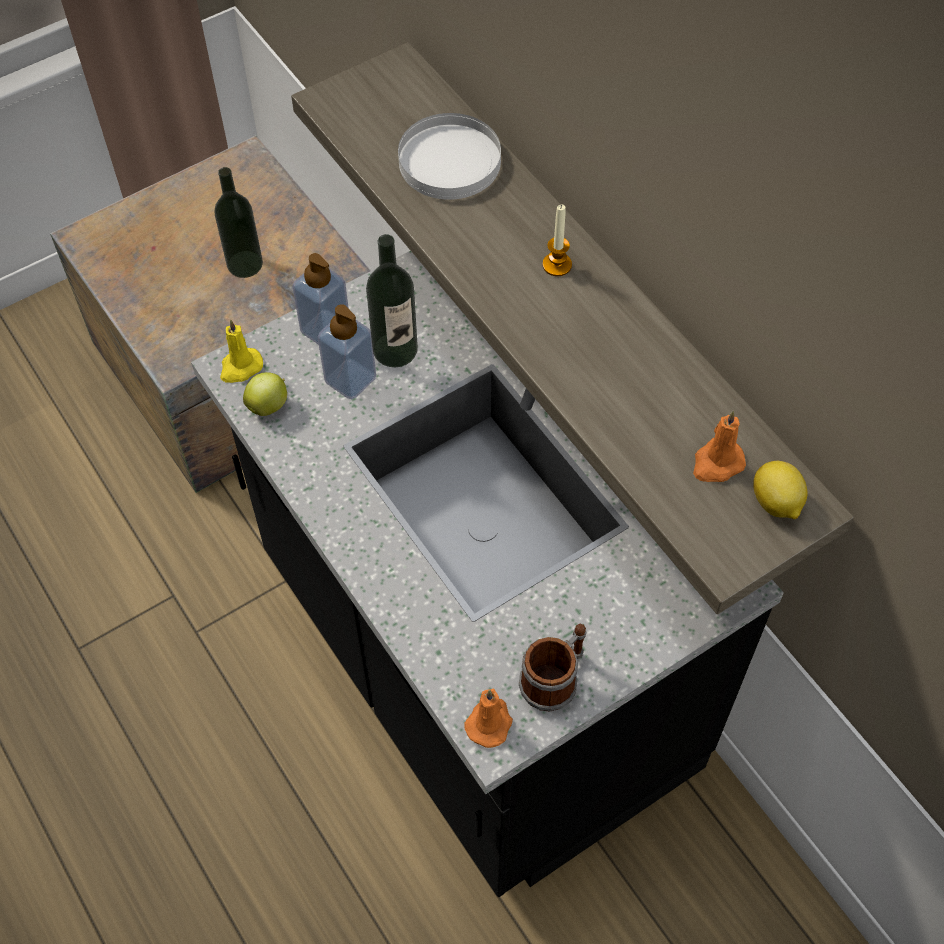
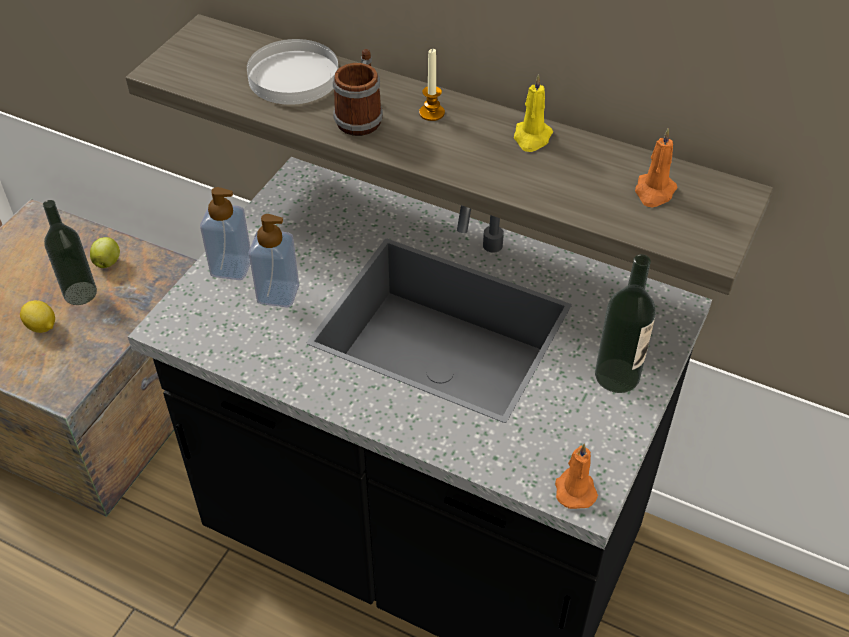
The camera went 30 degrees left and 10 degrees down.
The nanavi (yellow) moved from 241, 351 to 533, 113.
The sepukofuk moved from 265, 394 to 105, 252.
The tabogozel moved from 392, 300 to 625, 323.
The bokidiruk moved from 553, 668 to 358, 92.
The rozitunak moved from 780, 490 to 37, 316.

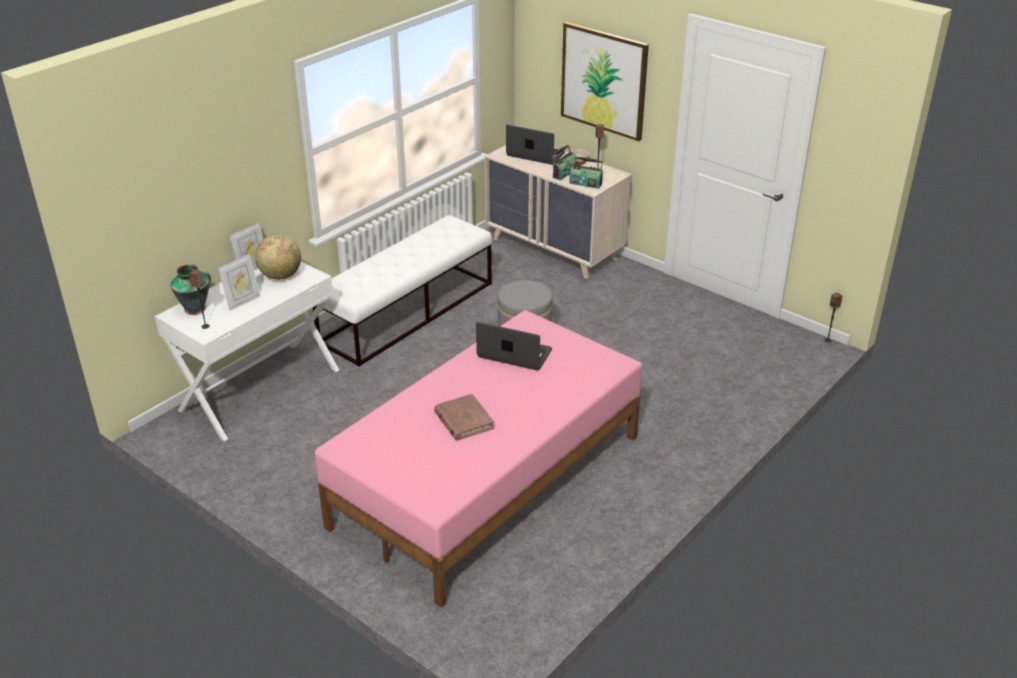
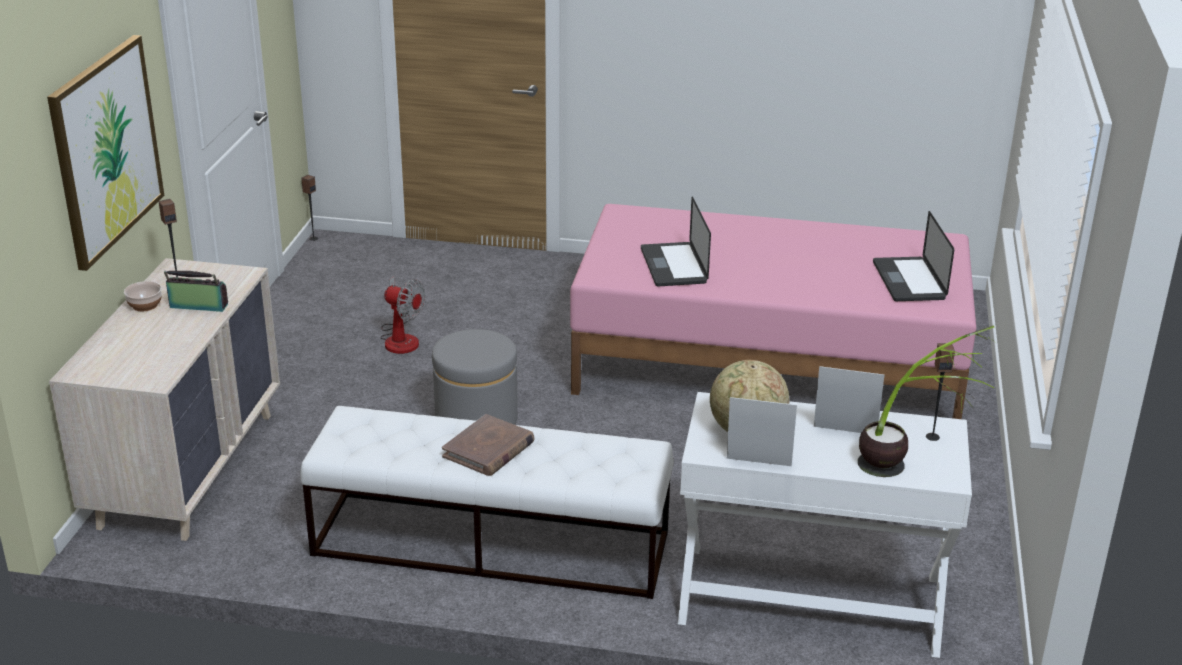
The camera went 120 degrees left and 5 degrees down.
The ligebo at 586, 172 disappeared.
The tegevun at 402, 315 appeared.
The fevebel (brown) moved from 464, 417 to 488, 445.
The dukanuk moved from 535, 145 to 913, 256.
The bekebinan at 190, 289 was replaced by the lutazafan at 926, 401.

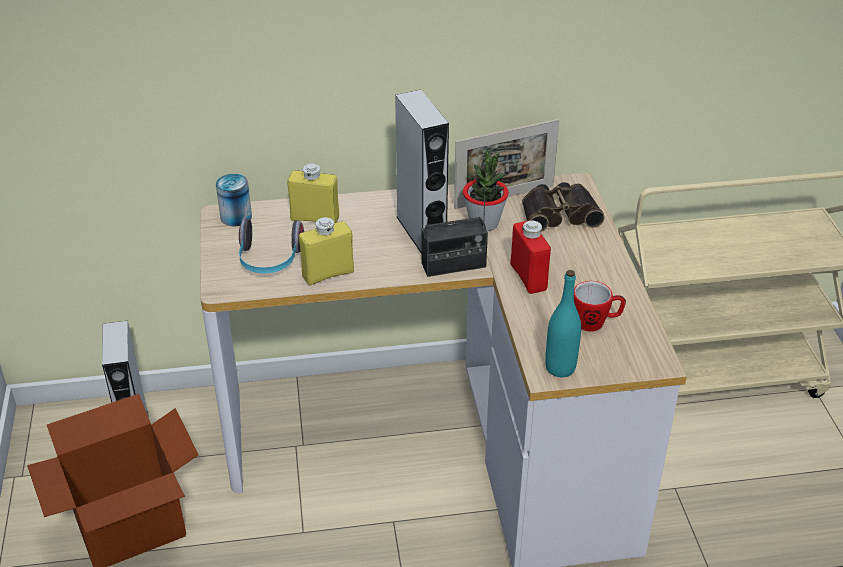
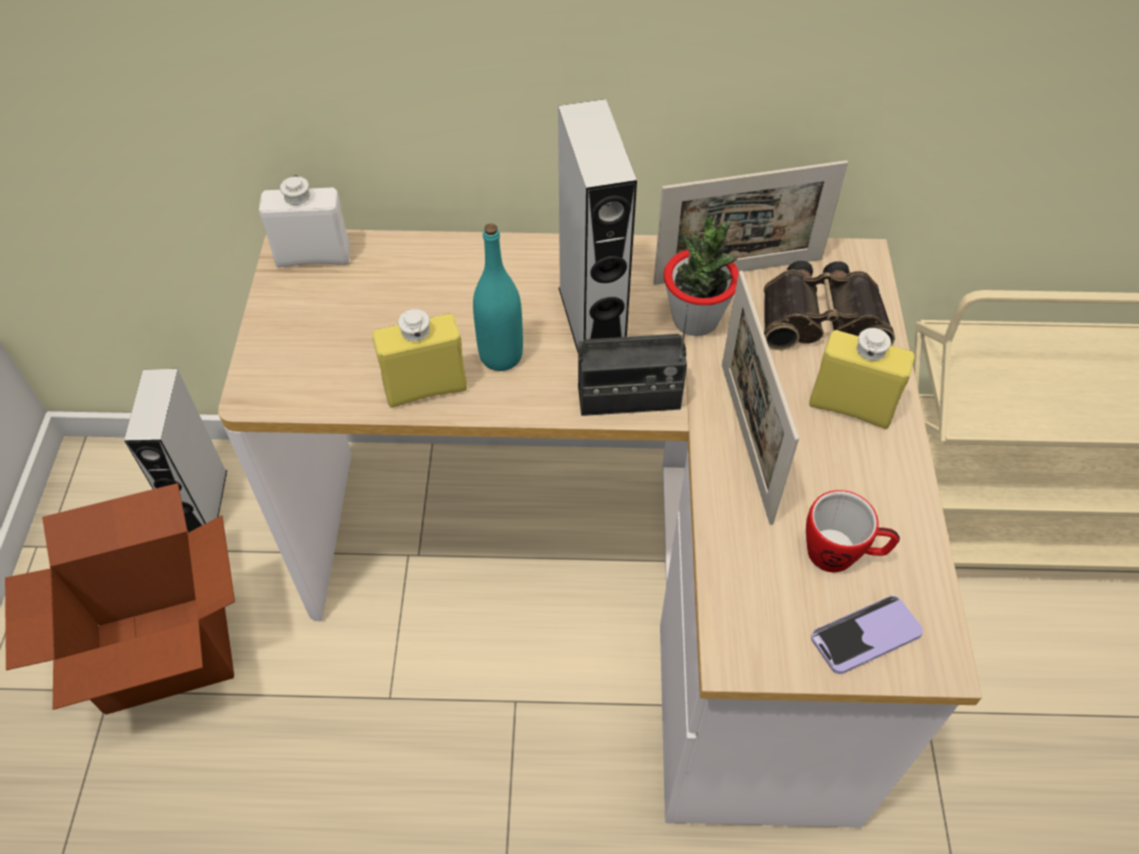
The camera went 10 degrees right and 15 degrees up.
The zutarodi at 271, 245 disappeared.
The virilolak at 867, 635 appeared.
The tabogozel (yellow) moved from 313, 193 to 862, 378.
The tabogozel (turquoise) moved from 563, 323 to 498, 297.
The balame at 234, 200 was replaced by the tabogozel (white) at 304, 221.
The tabogozel (red) at 530, 257 was replaced by the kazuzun at 760, 398.

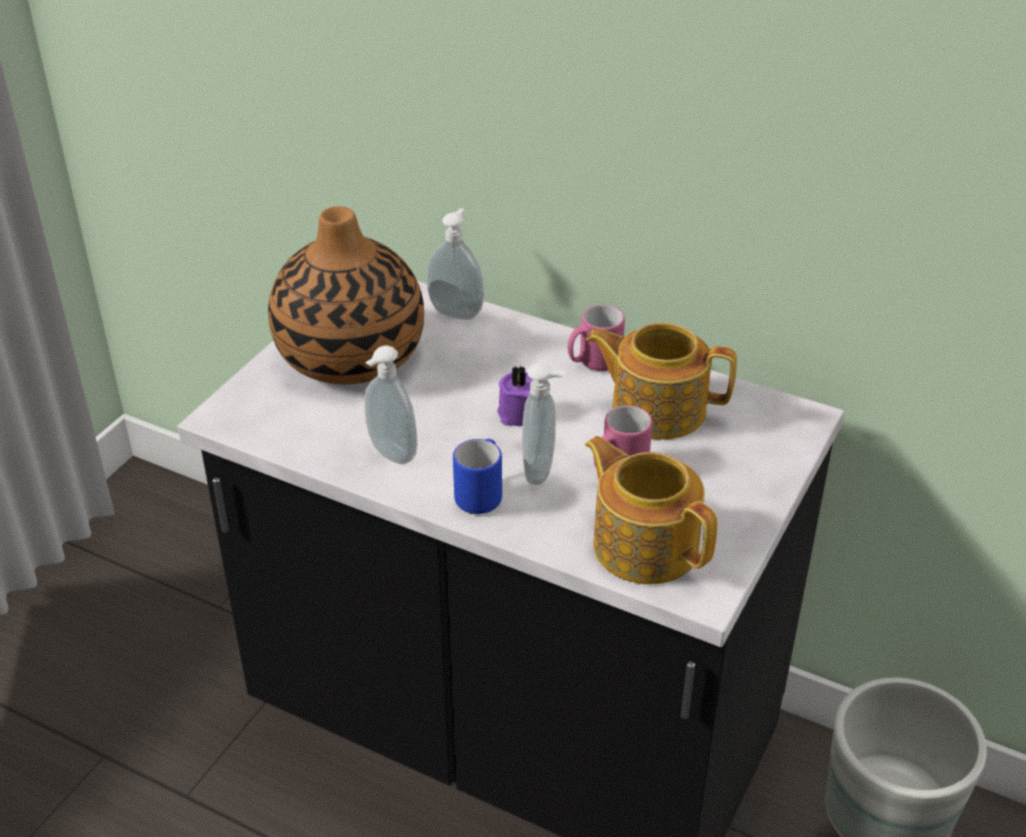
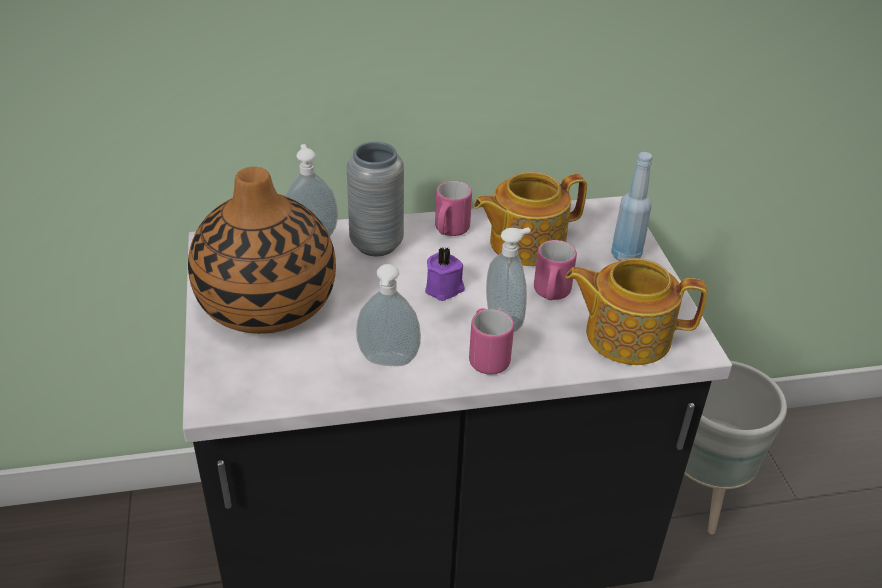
The camera went 40 degrees left and 0 degrees up.
The bekebinan (grey) at 375, 199 appeared.
The tabogozel (blue) at 632, 206 appeared.
The bokidiruk (blue) at 477, 476 became the bokidiruk (pink) at 491, 341.

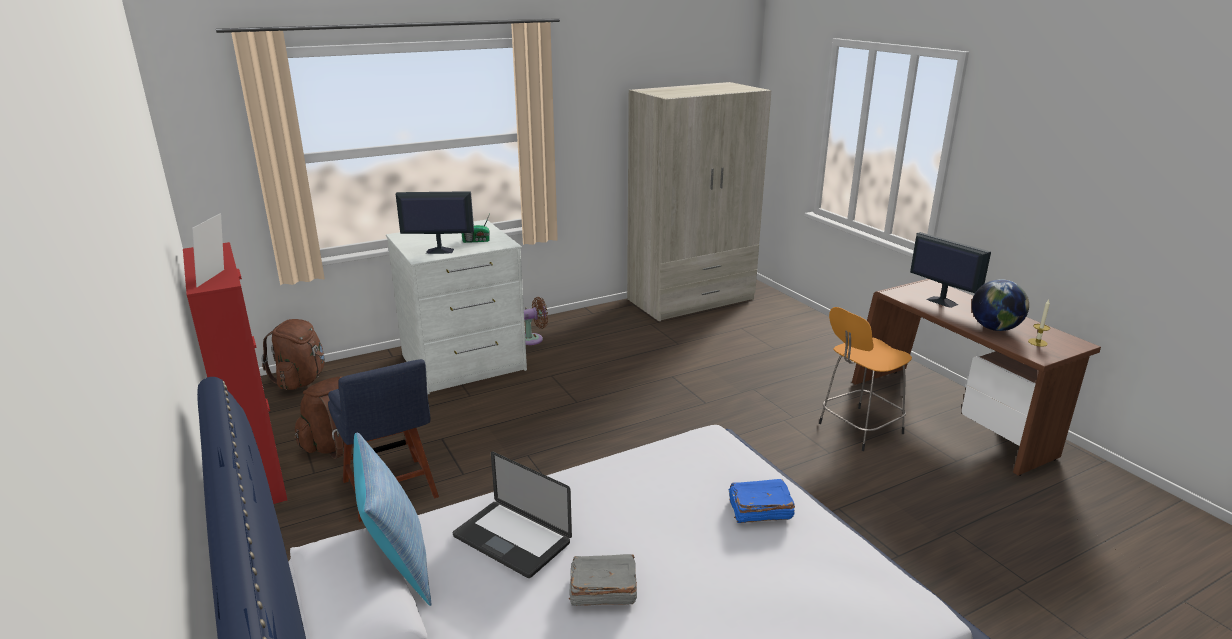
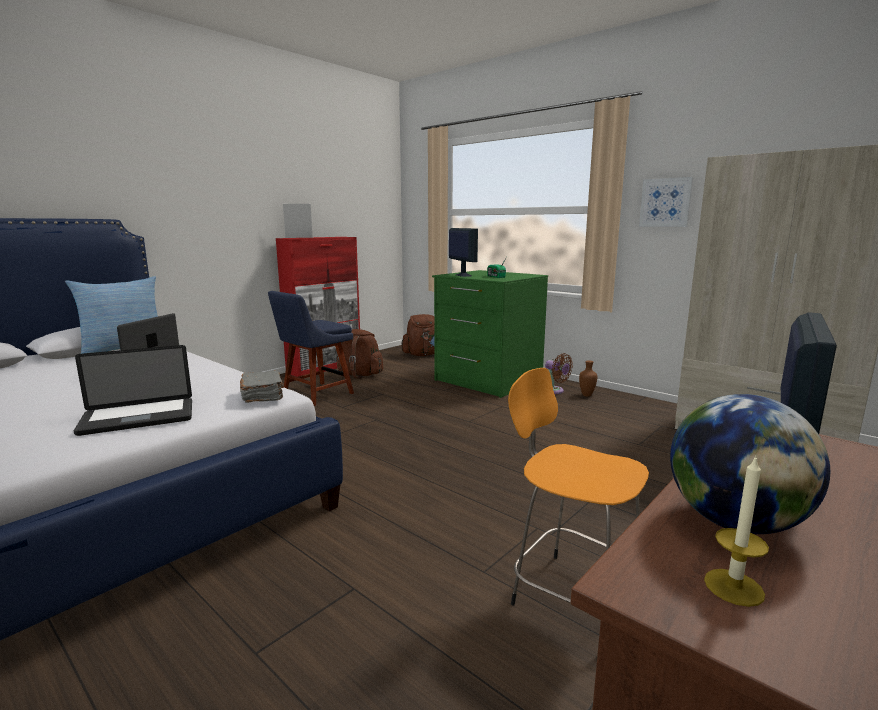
The camera went 70 degrees right and 10 degrees down.
The bekebinan (brown) at 588, 378 appeared.
The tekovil at 666, 202 appeared.
The fevebel (grey) moved from 602, 580 to 262, 386.
The fevebel (blue) at 762, 501 was replaced by the dukanuk at 133, 390.
The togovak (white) at 456, 307 became the togovak (green) at 490, 334.

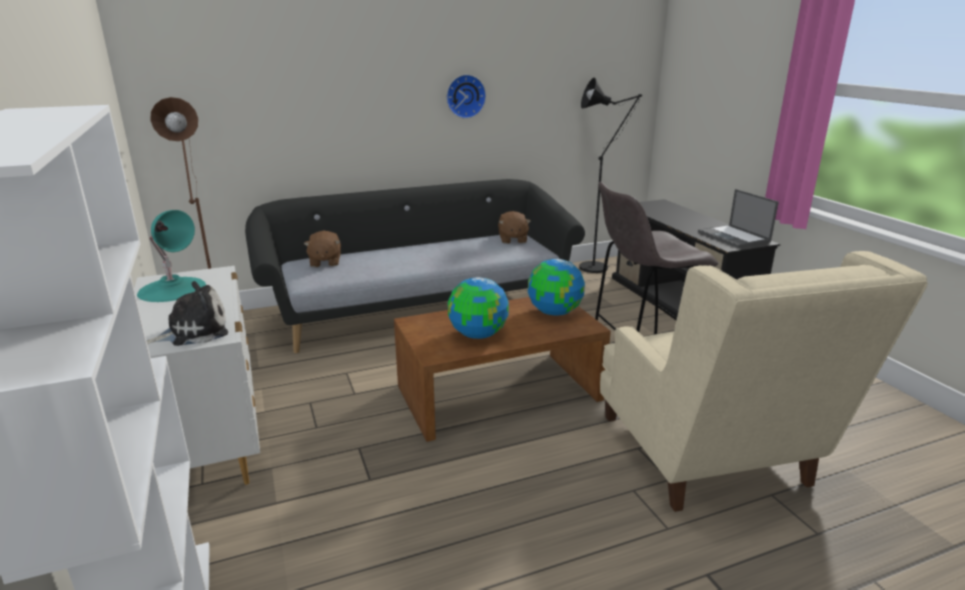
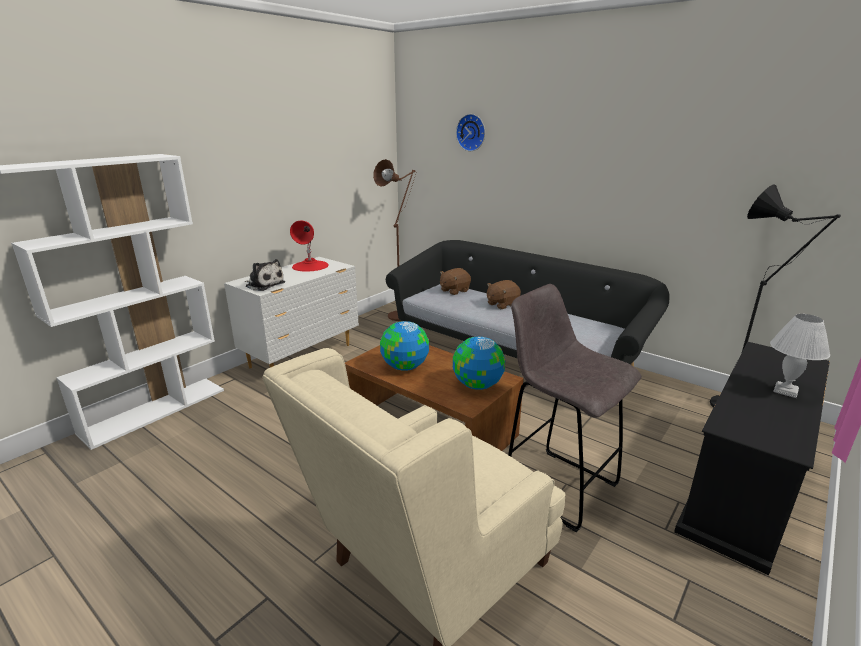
The camera went 60 degrees right and 0 degrees up.
The dukanuk at 738, 218 disappeared.
The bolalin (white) at 800, 356 appeared.
The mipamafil moved from 466, 96 to 470, 132.
The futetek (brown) moved from 514, 227 to 504, 294.
The bolalin (turquoise) at 171, 256 became the bolalin (red) at 309, 246.

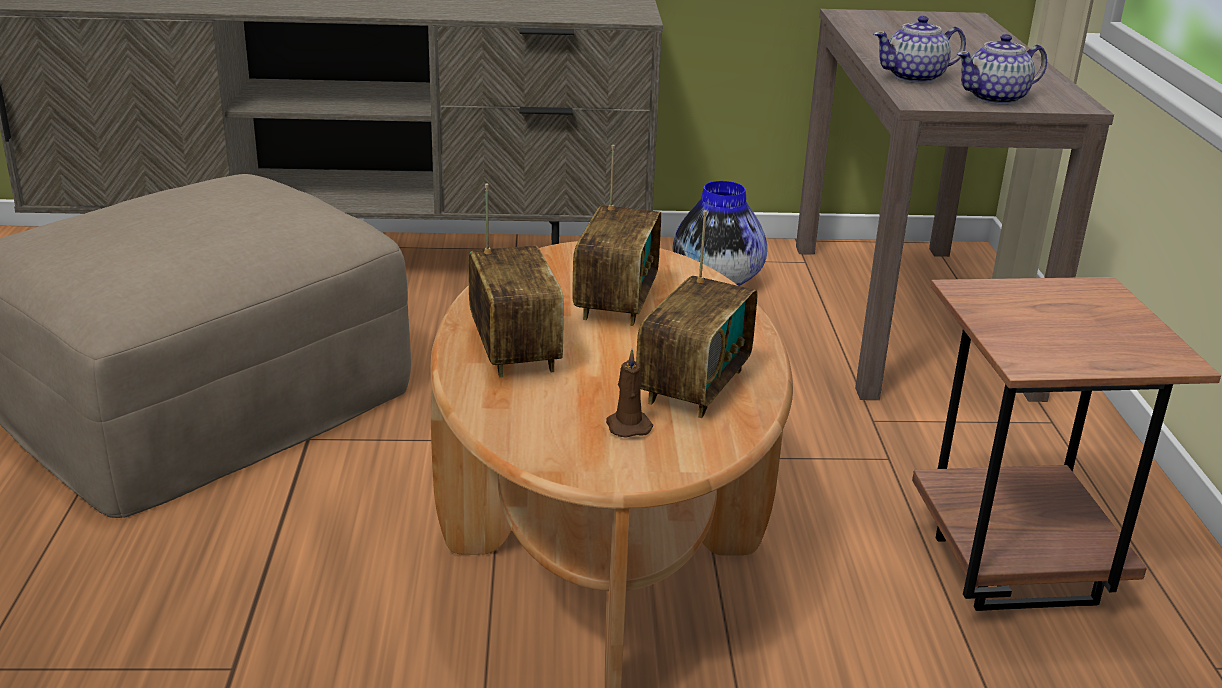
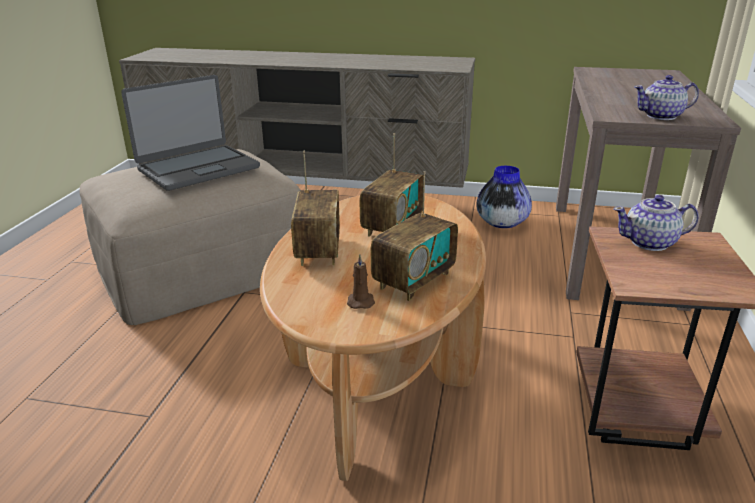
The camera went 15 degrees right and 0 degrees up.
The dukanuk at 190, 133 appeared.
The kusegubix moved from 919, 49 to 656, 223.

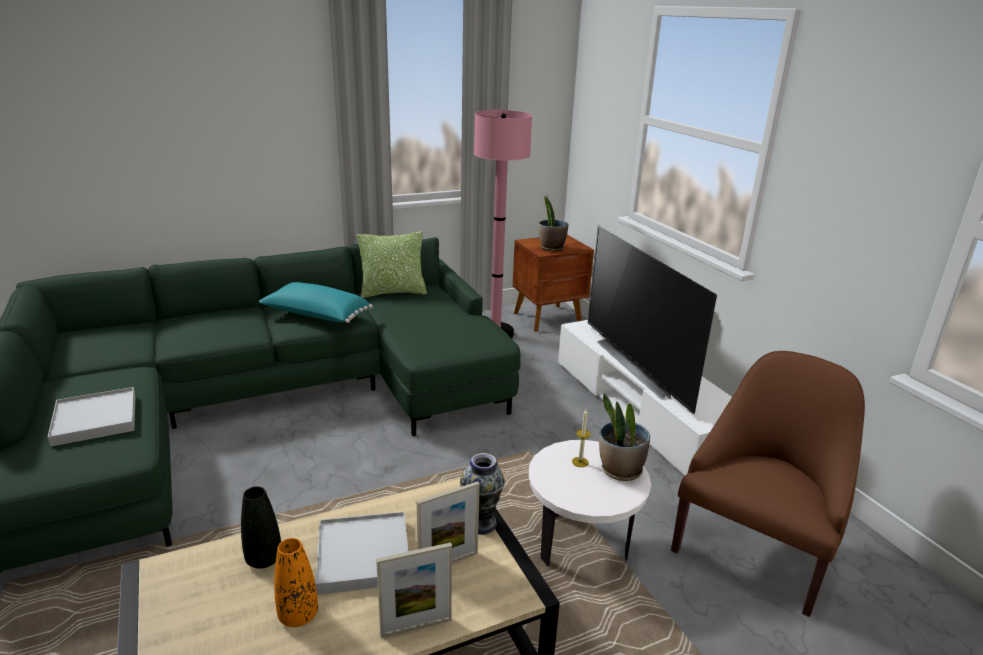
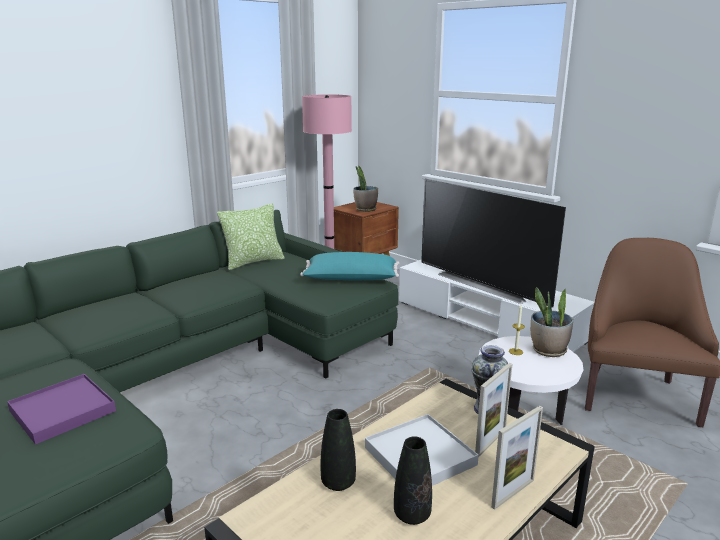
The camera went 20 degrees left and 5 degrees down.
The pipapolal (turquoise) moved from 316, 302 to 349, 266.
The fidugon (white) at 92, 416 became the fidugon (purple) at 61, 409.
The bekebinan (orange) at 296, 582 became the bekebinan (black) at 413, 481.

